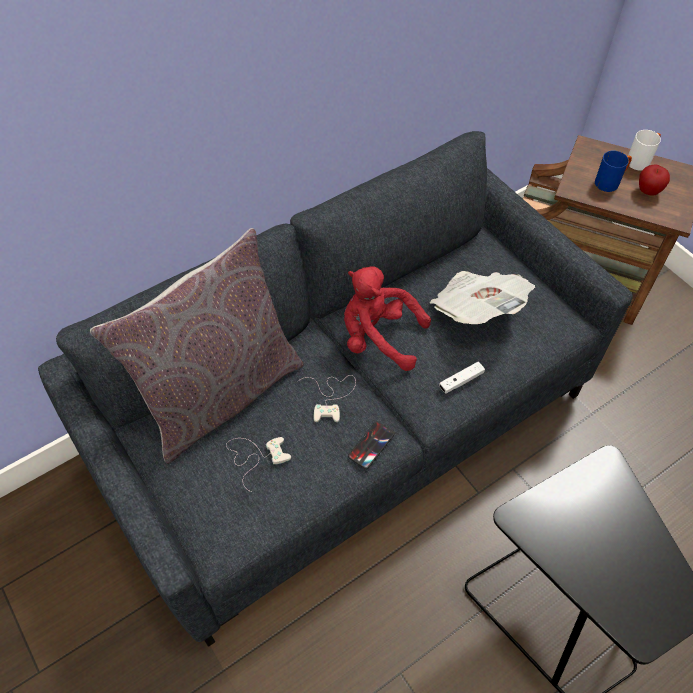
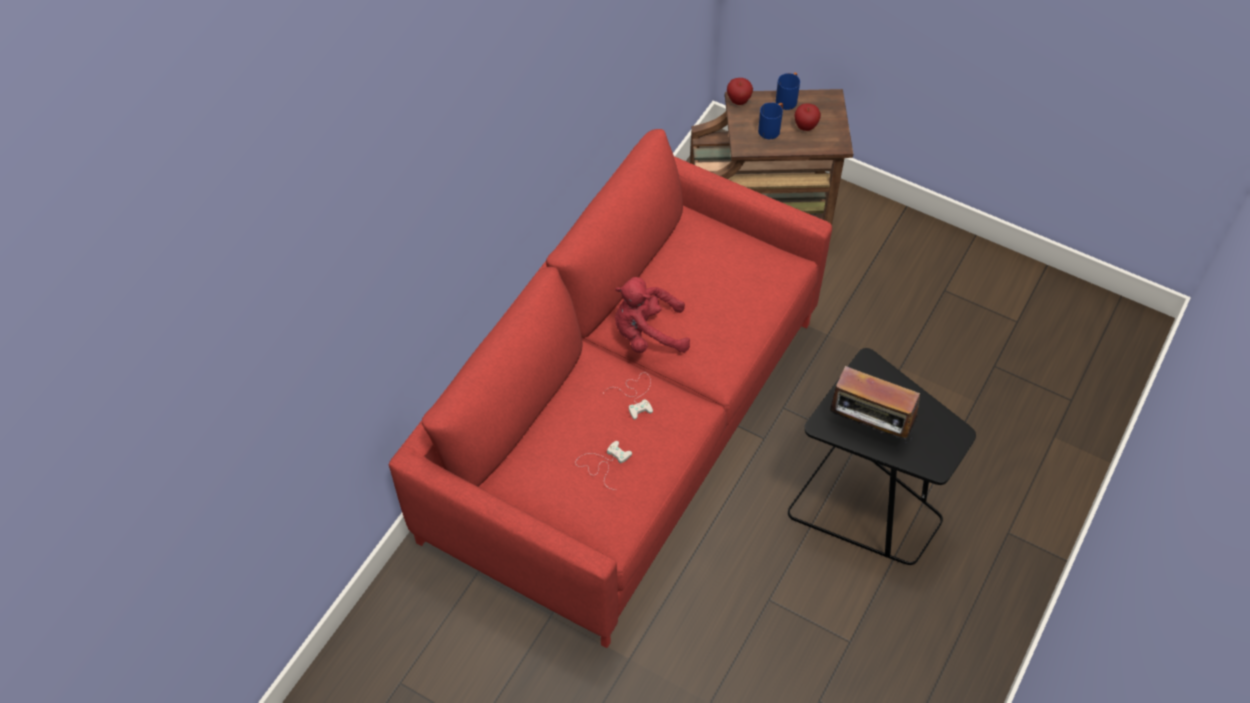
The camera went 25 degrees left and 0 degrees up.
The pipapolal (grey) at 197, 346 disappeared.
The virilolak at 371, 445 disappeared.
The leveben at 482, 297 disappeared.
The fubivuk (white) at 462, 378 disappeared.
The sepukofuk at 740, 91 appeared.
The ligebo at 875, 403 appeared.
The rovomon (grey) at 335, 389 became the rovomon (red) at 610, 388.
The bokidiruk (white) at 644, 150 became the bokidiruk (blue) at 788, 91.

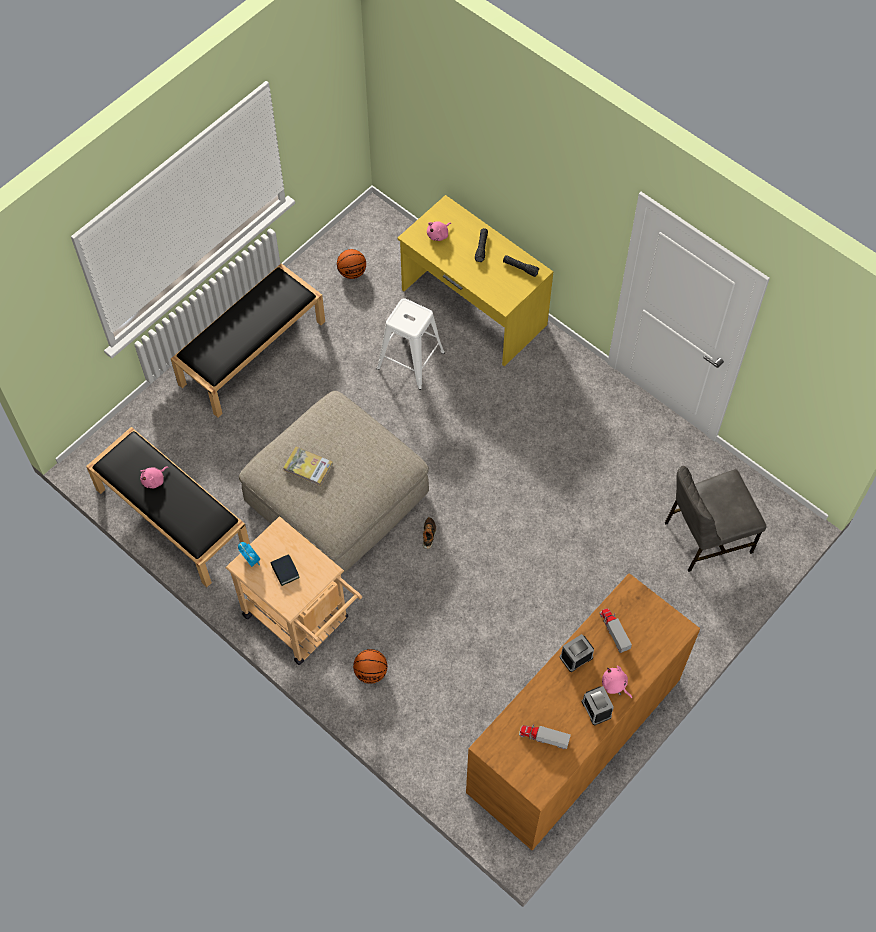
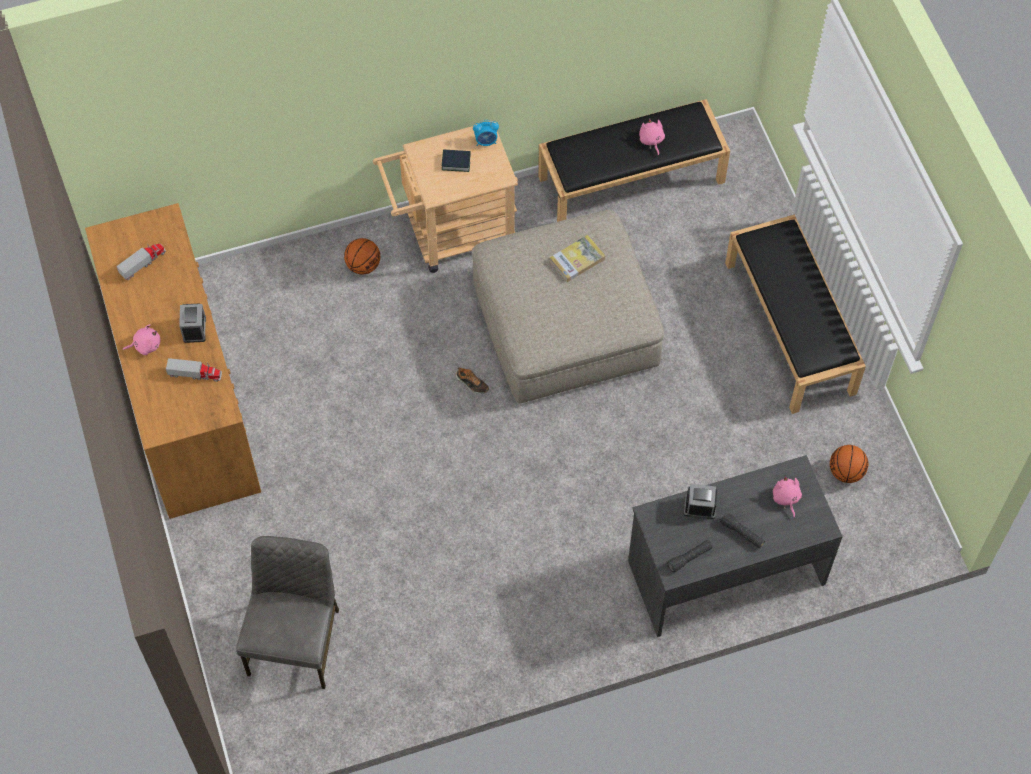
The camera went 120 degrees right and 0 degrees up.
The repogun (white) at 410, 344 disappeared.
The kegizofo moved from 598, 705 to 700, 501.
The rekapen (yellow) at 475, 281 became the rekapen (grey) at 735, 546.

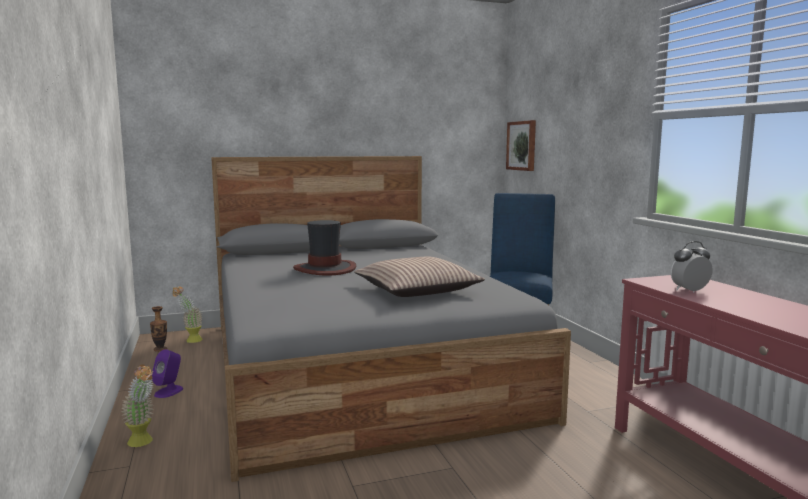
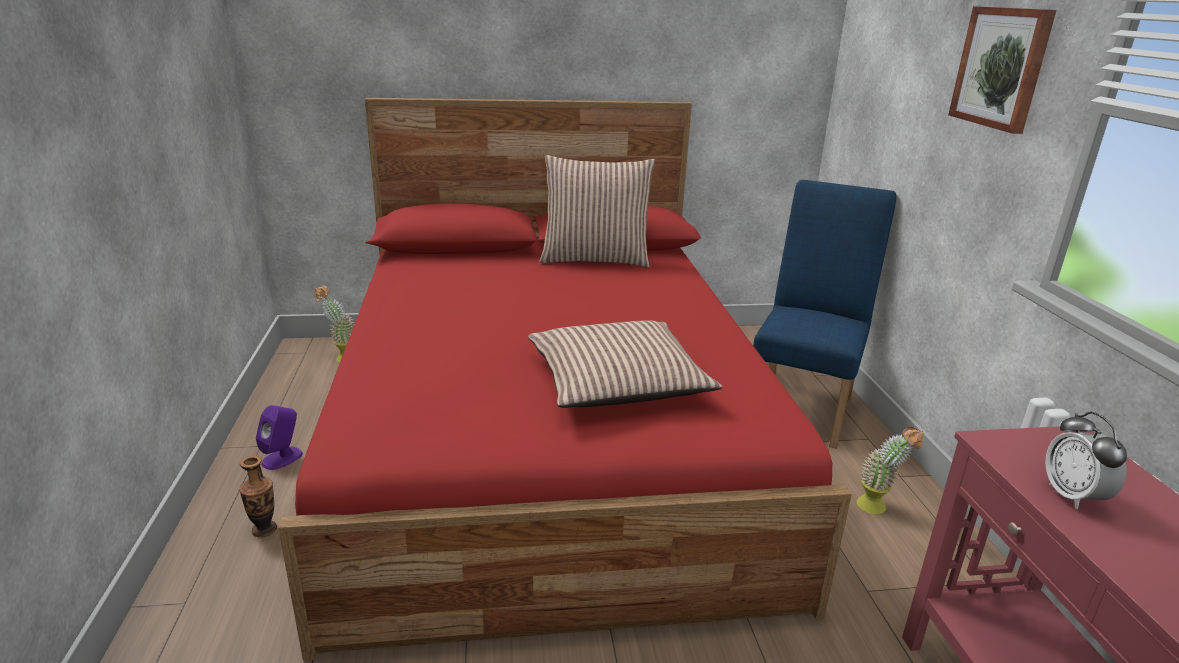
The camera went 10 degrees right and 15 degrees up.
The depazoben at 324, 248 disappeared.
The pipapolal at 597, 211 appeared.
The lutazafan moved from 137, 405 to 890, 470.
The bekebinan moved from 158, 329 to 258, 496.
The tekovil moved from 521, 145 to 1002, 70.
The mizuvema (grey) at 391, 319 became the mizuvema (red) at 565, 379.
The kegizofo at 692, 266 turned 90 degrees counterclockwise.

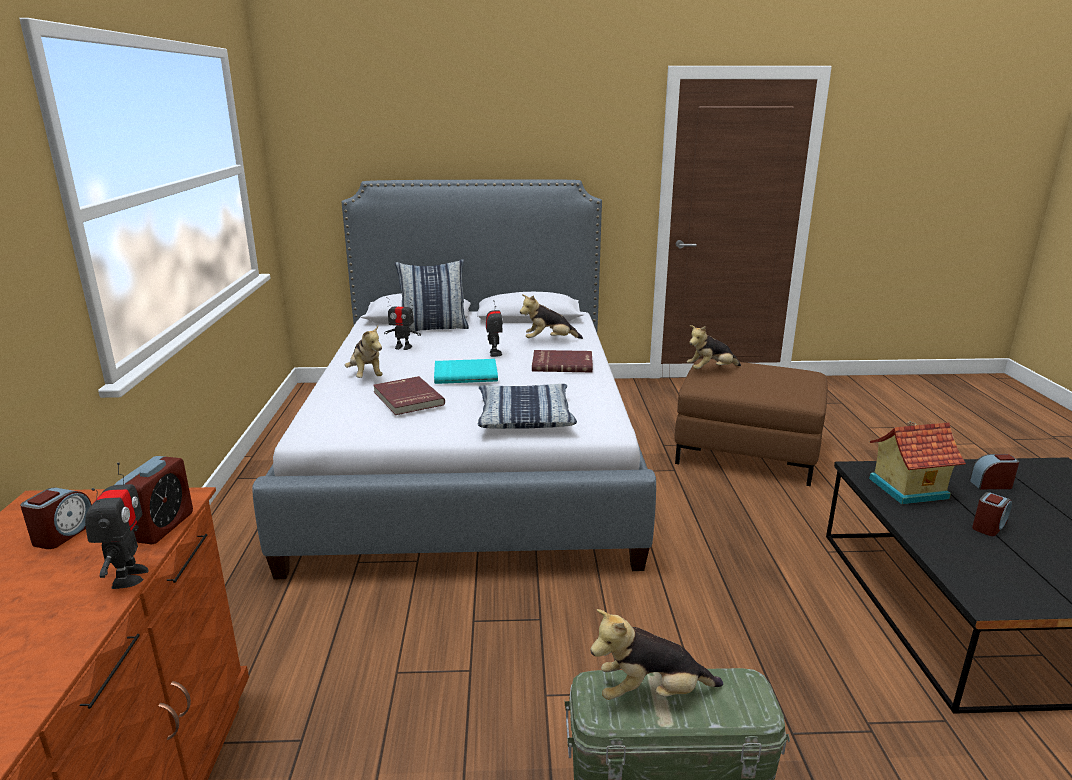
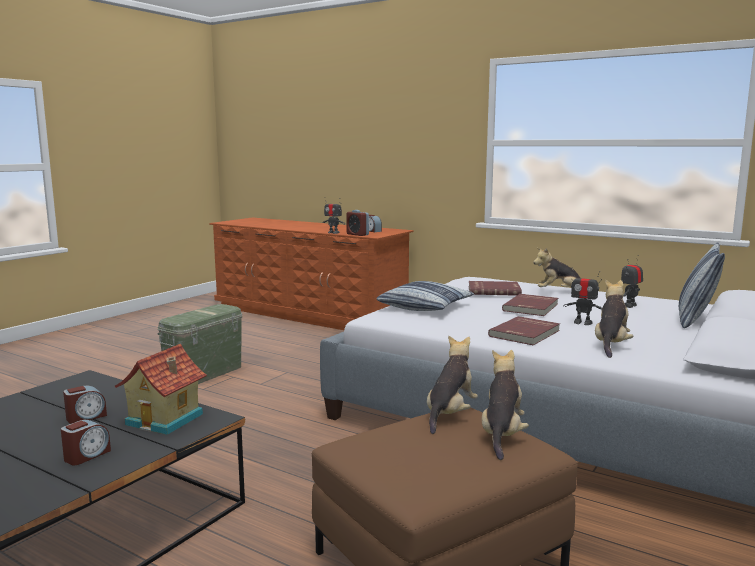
The camera went 125 degrees right and 10 degrees down.
The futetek moved from 656, 654 to 452, 384.
The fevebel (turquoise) at 466, 371 became the fevebel (red) at 530, 305.
The kegizofo at 992, 514 turned 120 degrees counterclockwise.

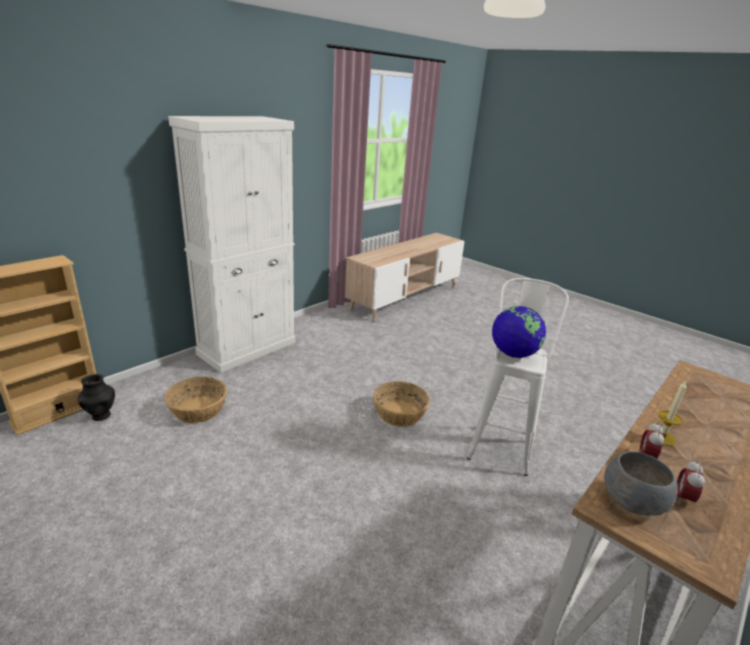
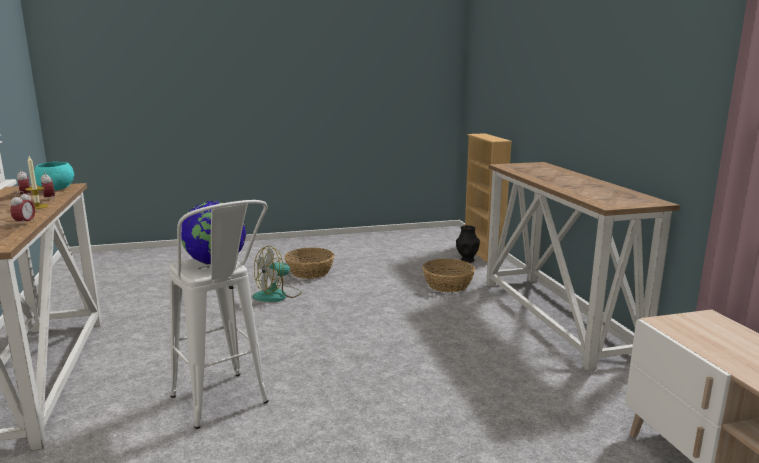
The camera went 125 degrees right and 10 degrees down.
The kegizofo at 23, 208 appeared.
The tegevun at 277, 274 appeared.
The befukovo moved from 401, 404 to 309, 263.
The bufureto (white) at 232, 244 was replaced by the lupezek at 583, 266.
The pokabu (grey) at 641, 483 became the pokabu (turquoise) at 54, 176.

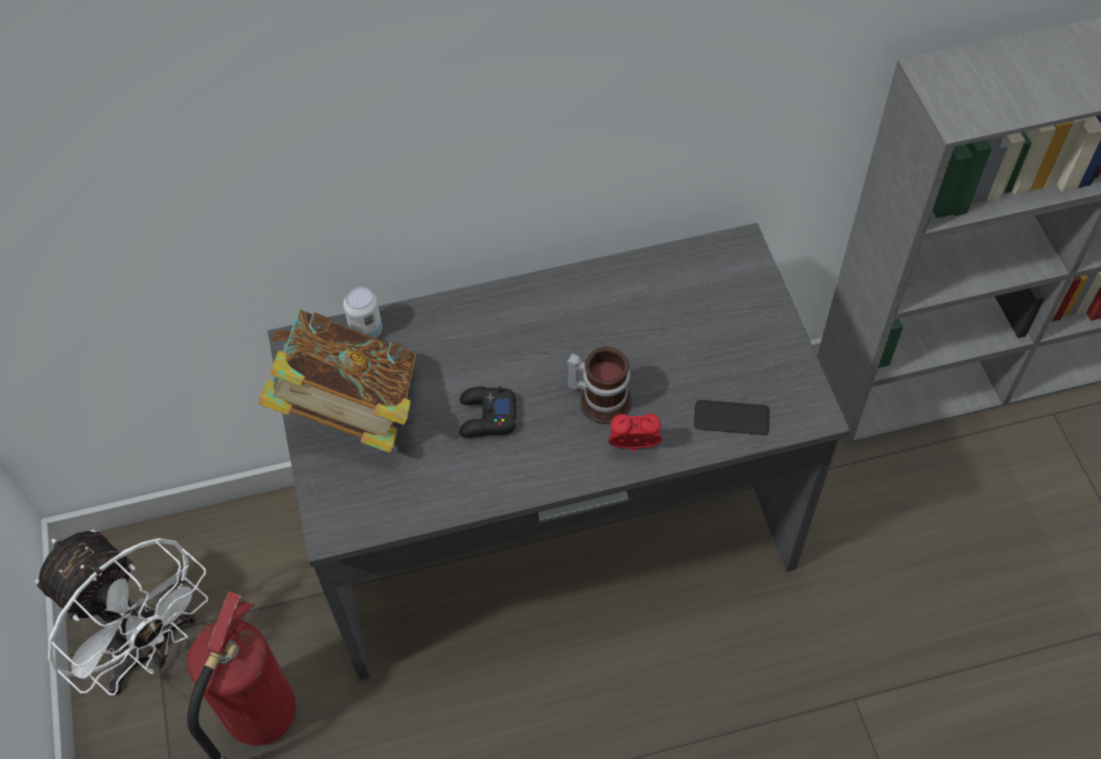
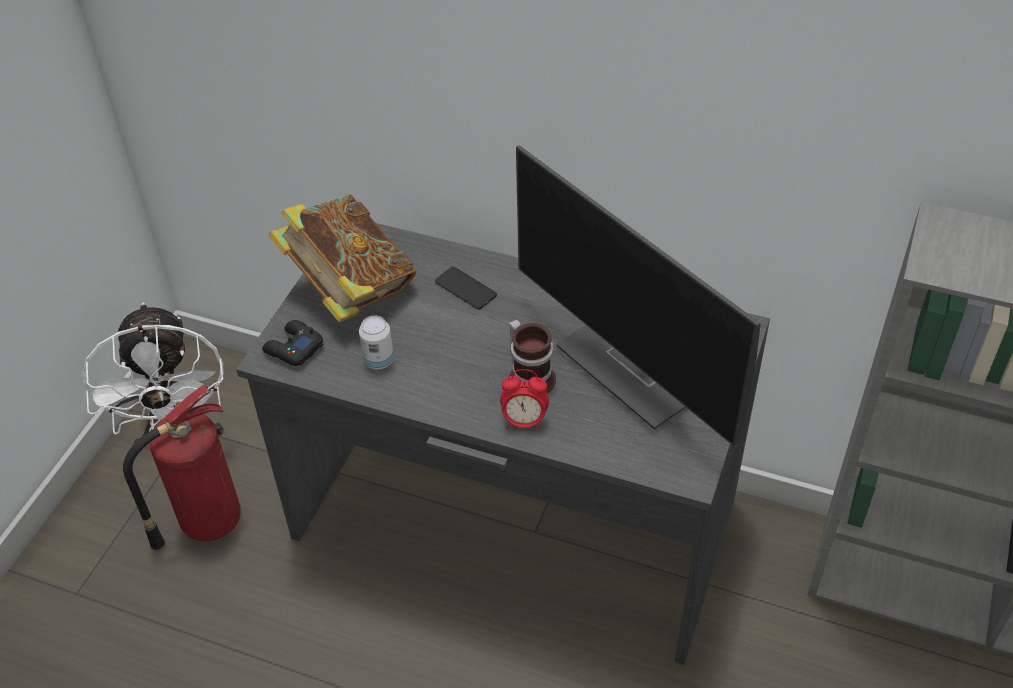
The camera went 35 degrees right and 10 degrees down.
The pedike at 638, 296 appeared.
The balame moved from 362, 312 to 376, 342.
The fubivuk (black) moved from 487, 412 to 292, 343.
The virilolak moved from 732, 417 to 466, 288.
The kegizofo at 635, 432 turned 150 degrees clockwise.

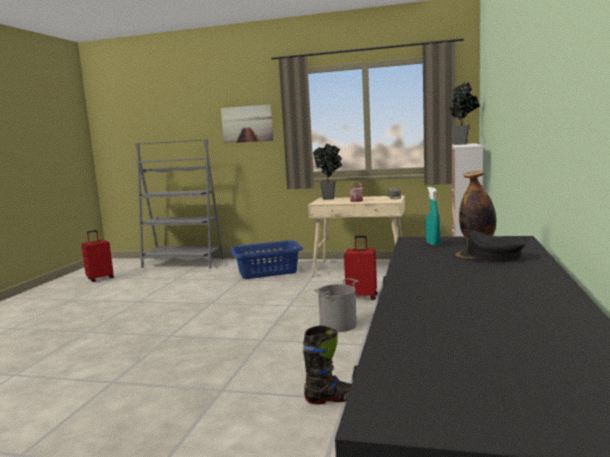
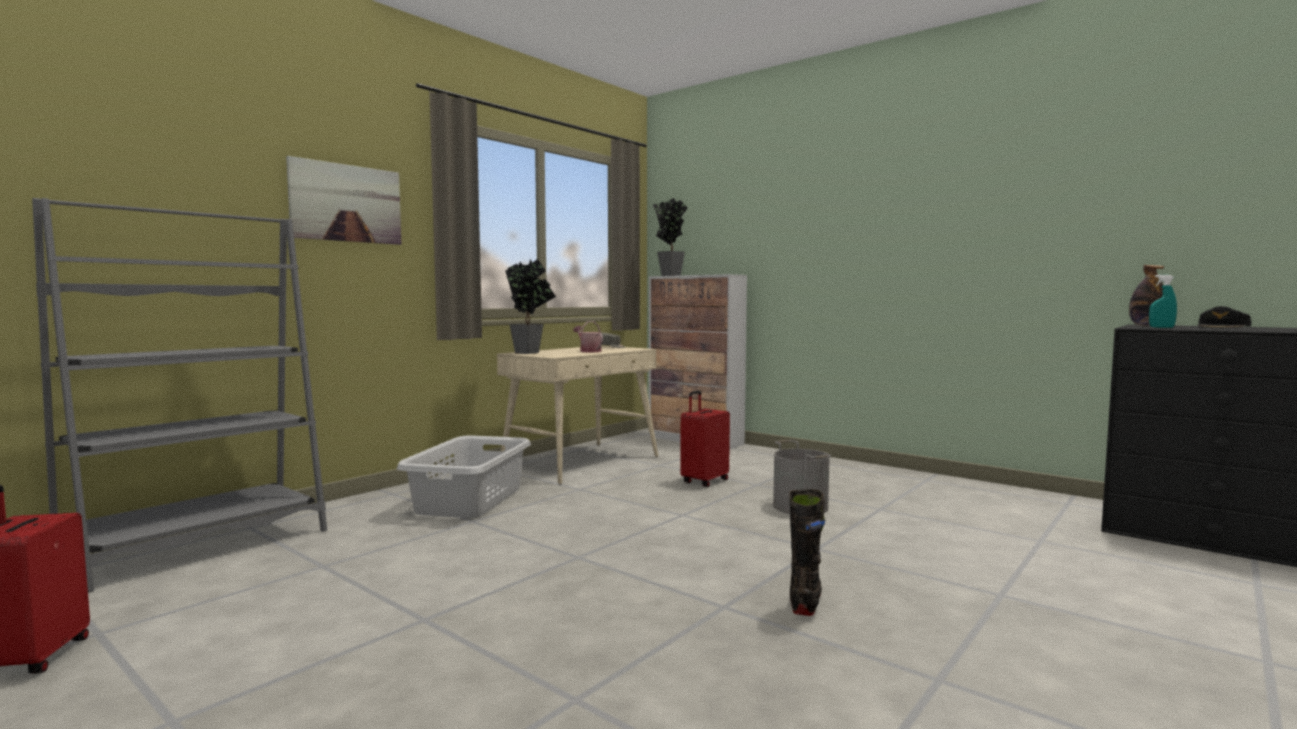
The camera went 65 degrees left and 5 degrees down.
The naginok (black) moved from 327, 365 to 807, 552.
The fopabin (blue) at 266, 259 became the fopabin (grey) at 464, 476.

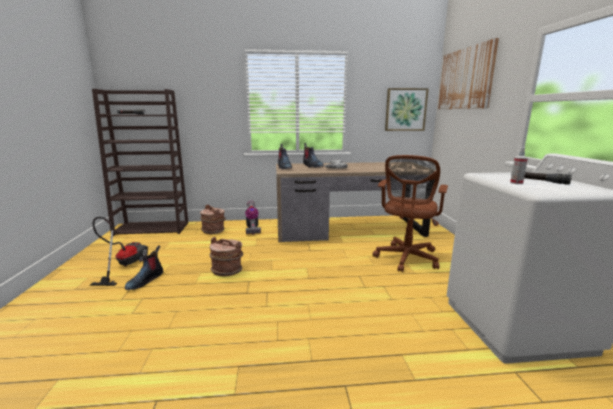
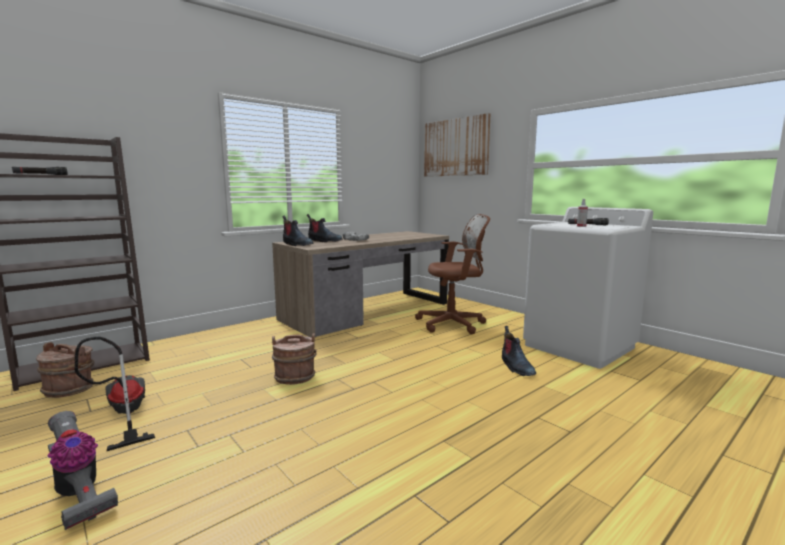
The camera went 35 degrees left and 5 degrees down.
The tekovil at 407, 109 disappeared.
The naginok moved from 144, 267 to 519, 351.
The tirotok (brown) moved from 213, 219 to 65, 370.
The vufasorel moved from 253, 218 to 82, 470.
The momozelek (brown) at 410, 213 turned 90 degrees counterclockwise.

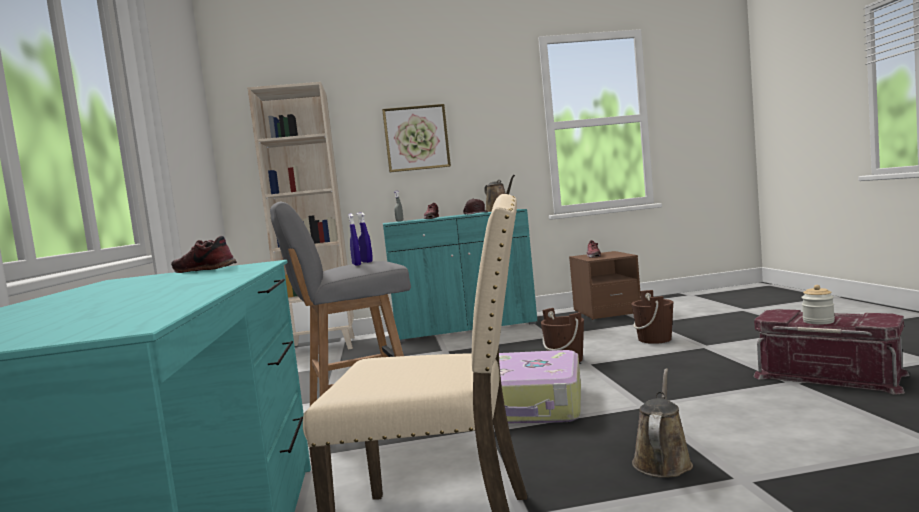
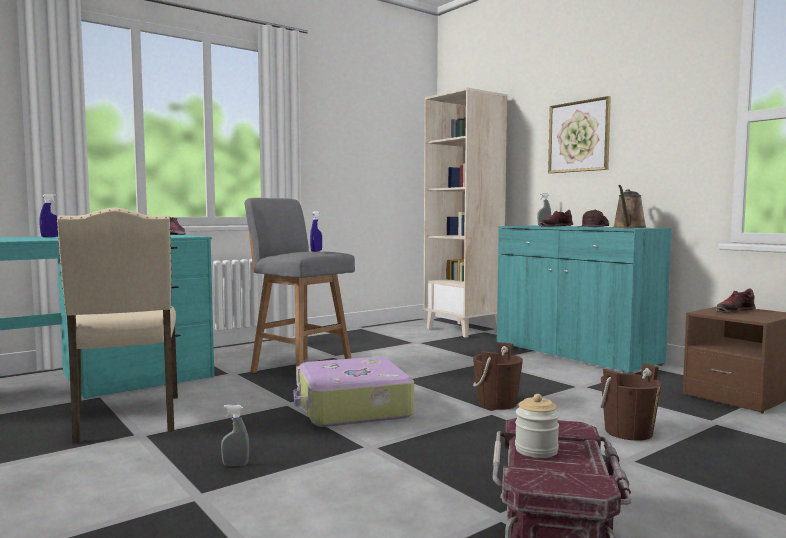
The camera went 60 degrees right and 0 degrees up.
The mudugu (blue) moved from 354, 240 to 48, 215.
The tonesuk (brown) at 662, 423 was replaced by the mudugu (grey) at 235, 435.

